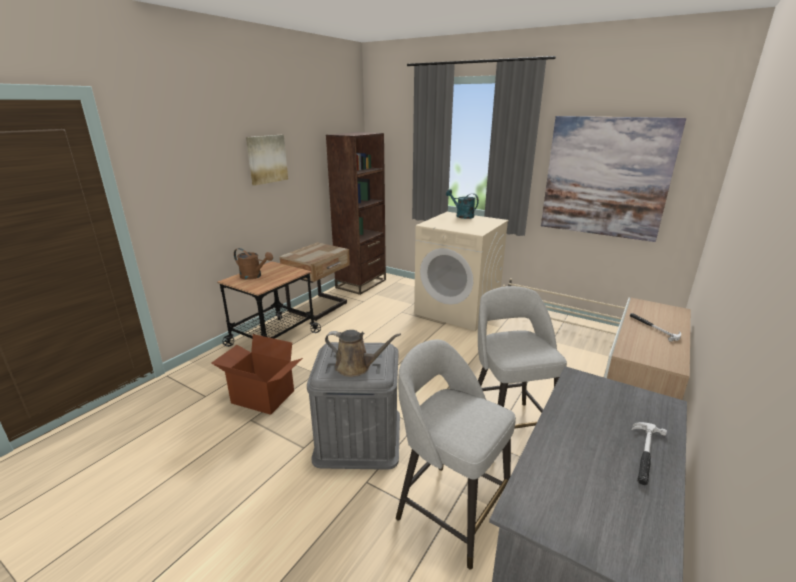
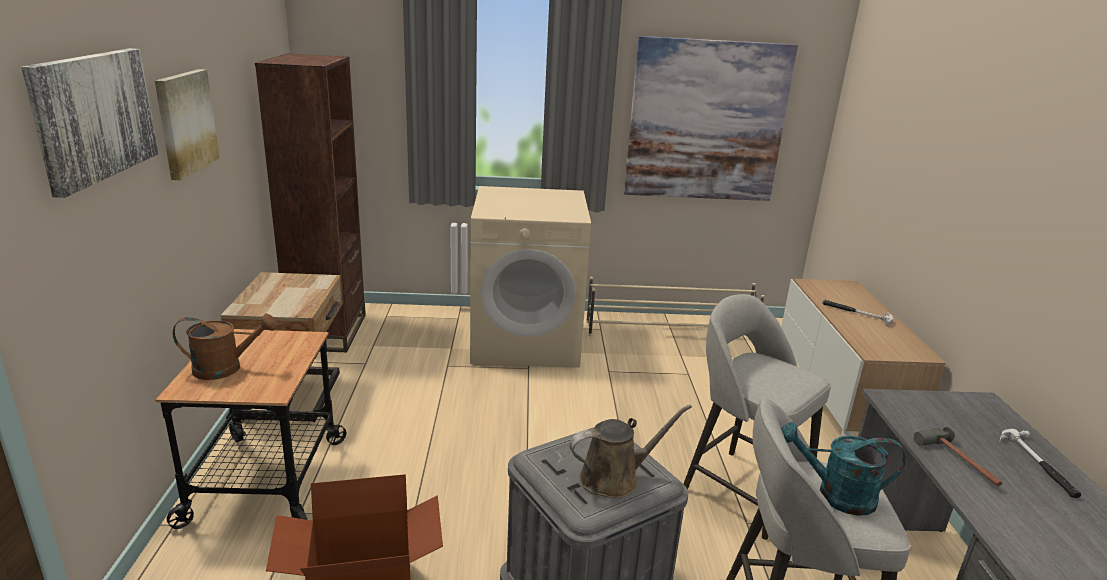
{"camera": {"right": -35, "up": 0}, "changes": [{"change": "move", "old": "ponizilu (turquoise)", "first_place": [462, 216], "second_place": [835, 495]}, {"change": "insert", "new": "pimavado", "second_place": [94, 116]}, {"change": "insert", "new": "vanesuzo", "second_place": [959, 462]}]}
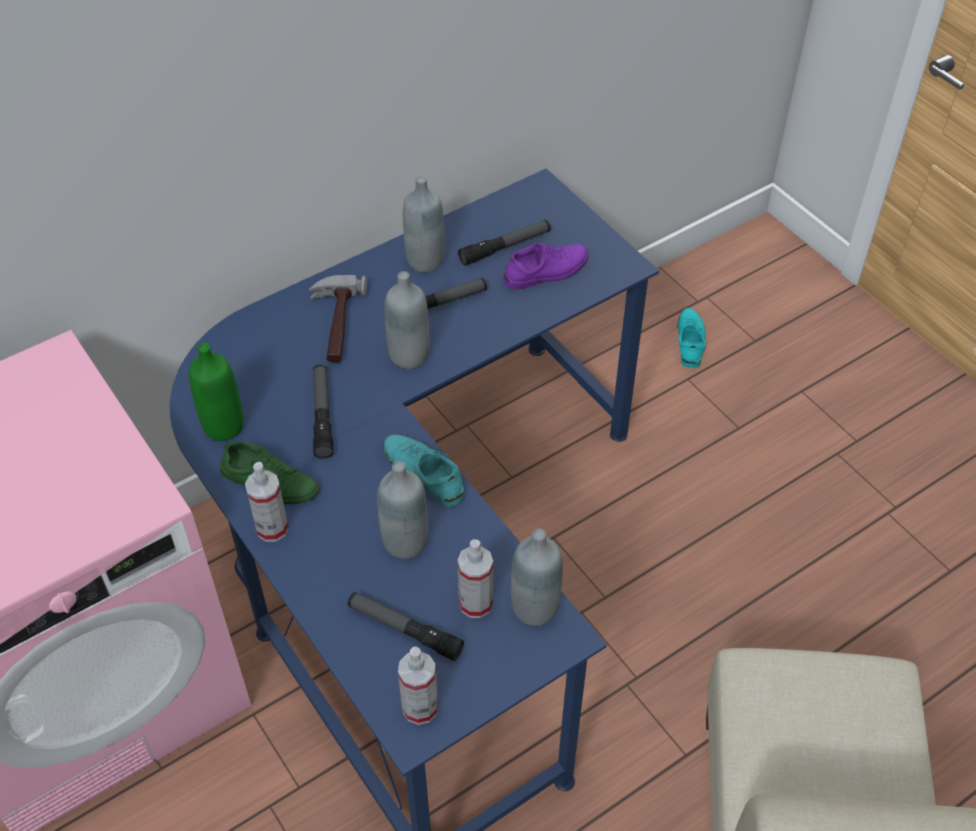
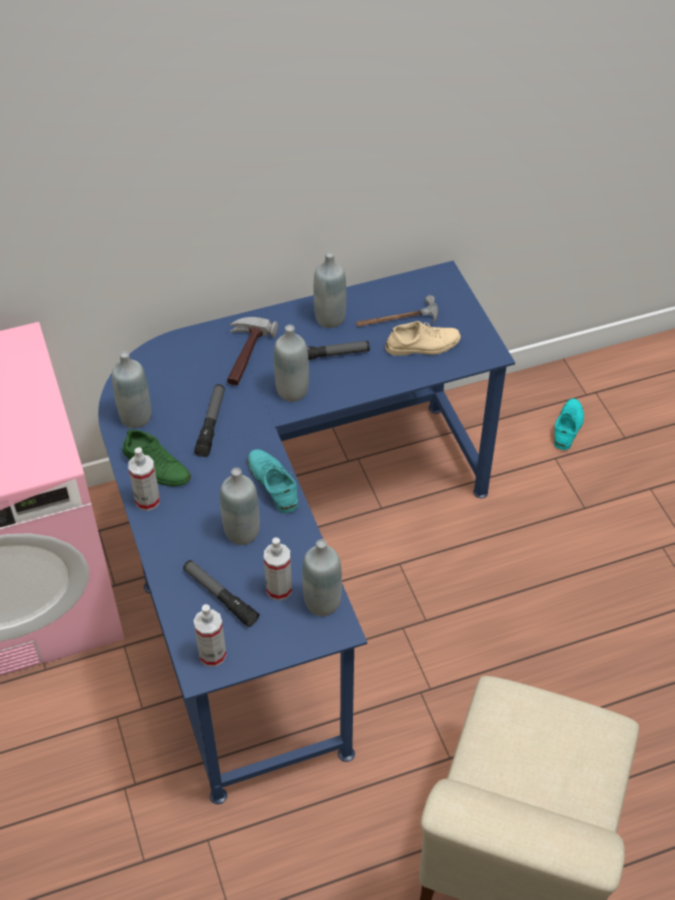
{"camera": {"right": 15, "up": 0}, "changes": [{"change": "recolor", "old": "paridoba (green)", "new": "paridoba (grey)", "first_place": [223, 426], "second_place": [135, 417]}, {"change": "replace", "old": "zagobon", "new": "vanesuzo", "first_place": [505, 247], "second_place": [397, 319]}, {"change": "recolor", "old": "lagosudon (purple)", "new": "lagosudon (beige)", "first_place": [546, 271], "second_place": [423, 345]}]}
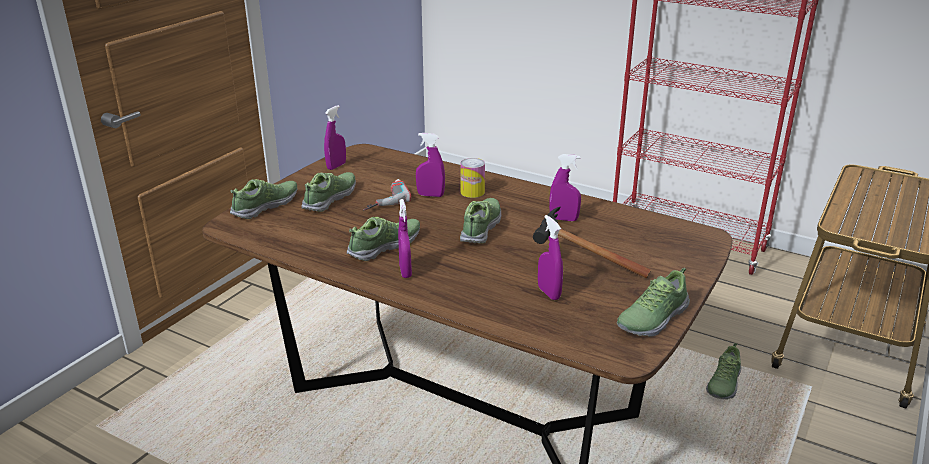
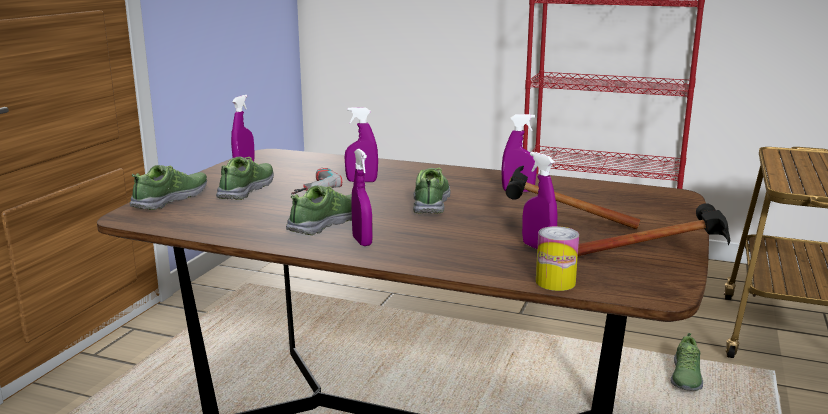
{"camera": {"right": -10, "up": -10}, "changes": [{"change": "move", "old": "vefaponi", "first_place": [472, 192], "second_place": [555, 282]}, {"change": "replace", "old": "lagosudon", "new": "vanesuzo", "first_place": [651, 318], "second_place": [665, 260]}]}
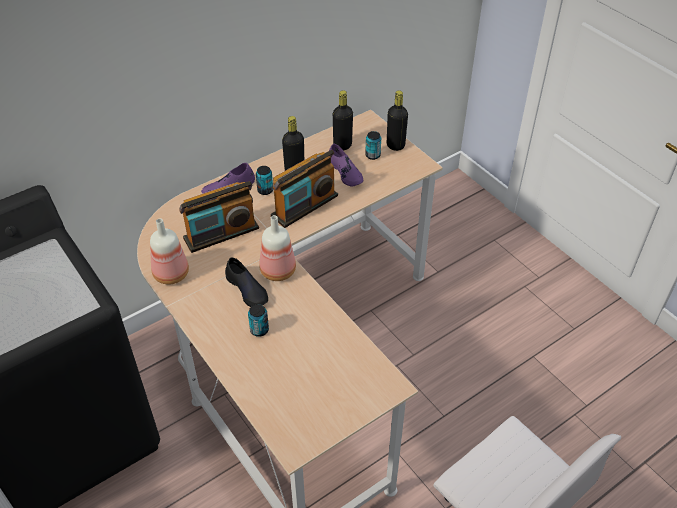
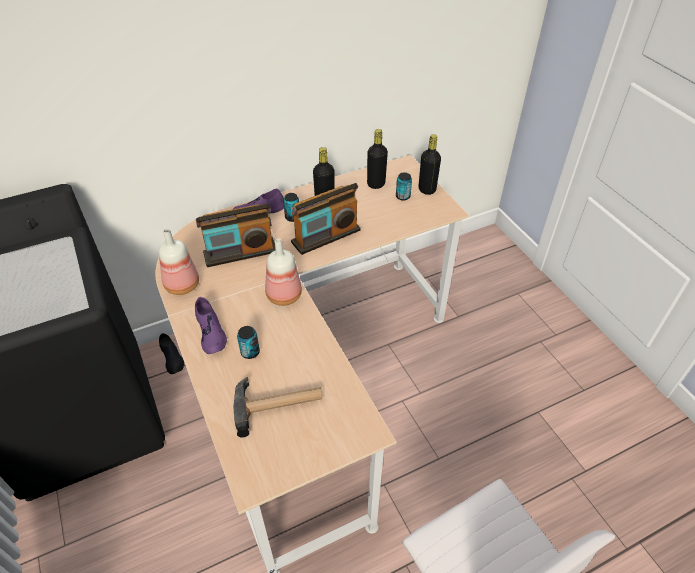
{"camera": {"right": 10, "up": 0}, "changes": [{"change": "move", "old": "lagosudon (black)", "first_place": [247, 289], "second_place": [172, 358]}, {"change": "move", "old": "lagosudon (purple)", "first_place": [345, 172], "second_place": [211, 332]}, {"change": "insert", "new": "vanesuzo", "second_place": [278, 404]}]}
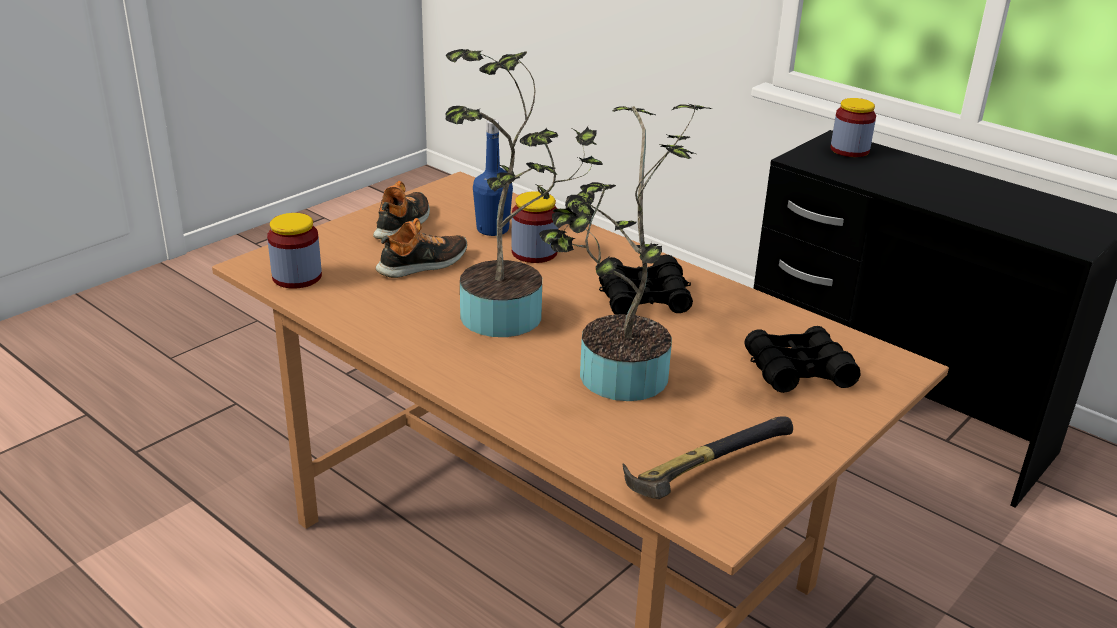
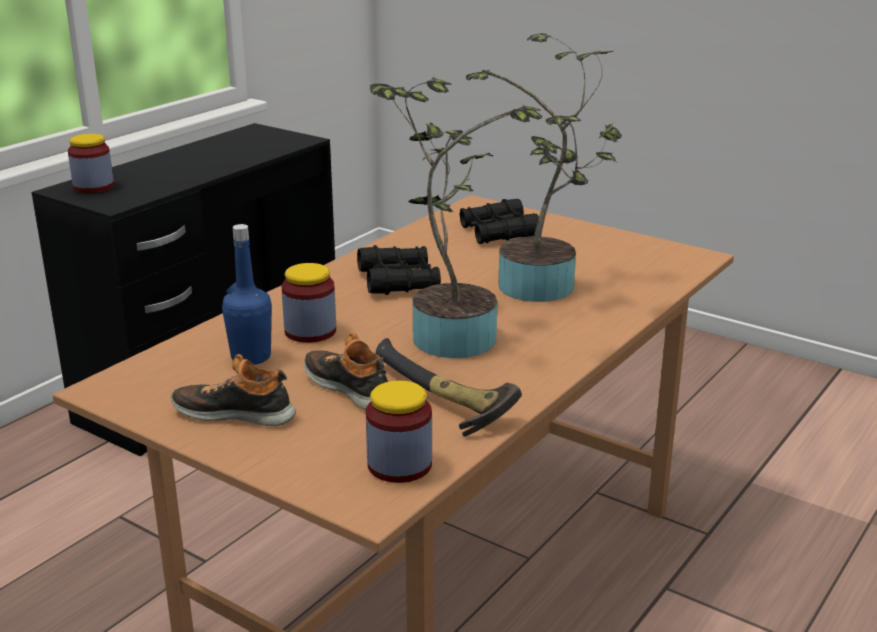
{"camera": {"right": -95, "up": -5}, "changes": [{"change": "move", "old": "vanesuzo", "first_place": [700, 470], "second_place": [437, 400]}]}
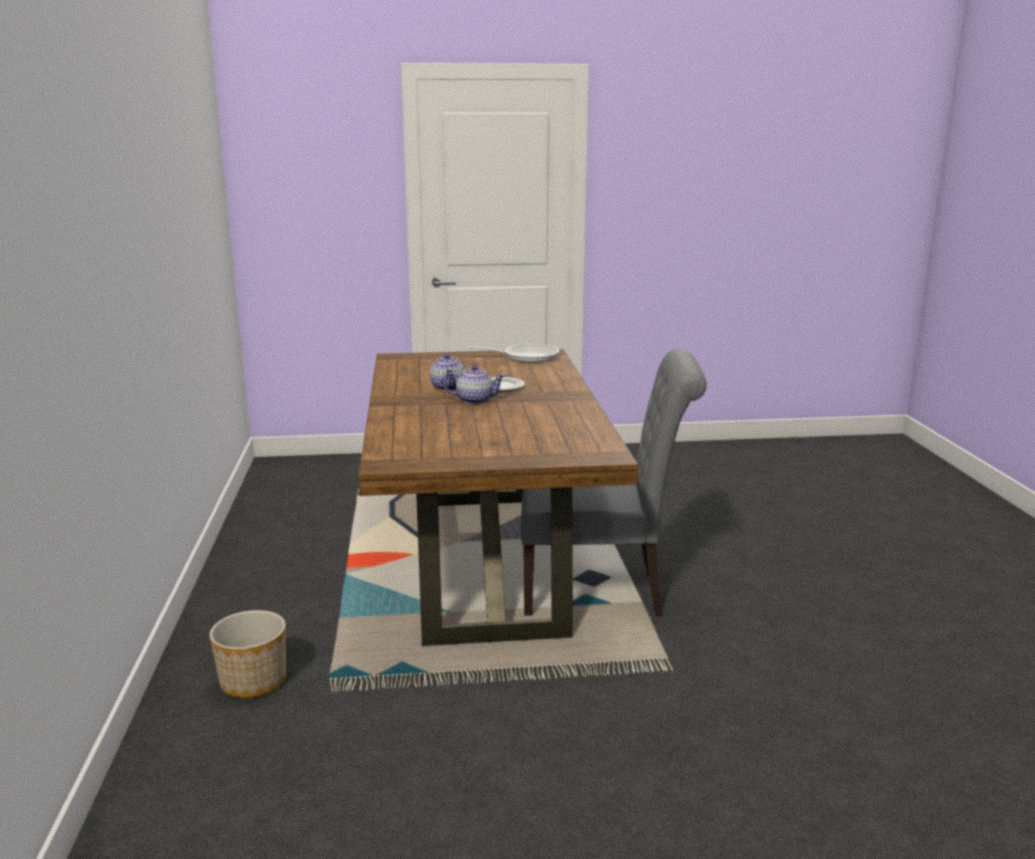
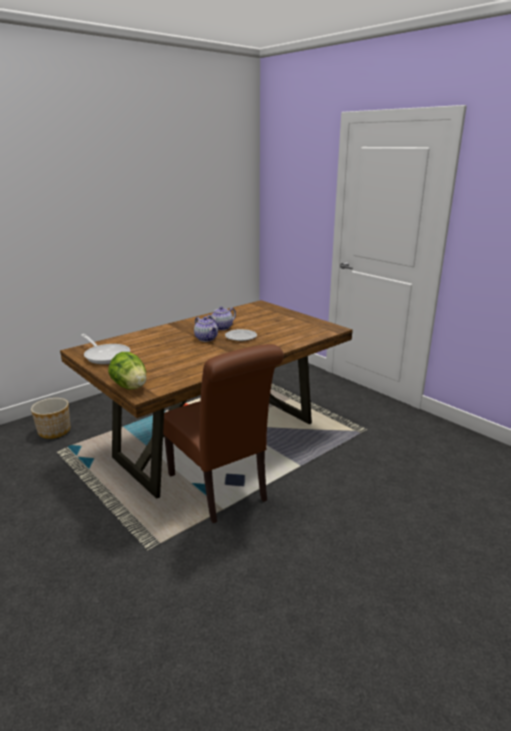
{"camera": {"right": 55, "up": 5}, "changes": [{"change": "move", "old": "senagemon", "first_place": [525, 357], "second_place": [106, 355]}, {"change": "recolor", "old": "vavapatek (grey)", "new": "vavapatek (brown)", "first_place": [602, 593], "second_place": [221, 490]}, {"change": "insert", "new": "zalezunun", "second_place": [130, 386]}]}
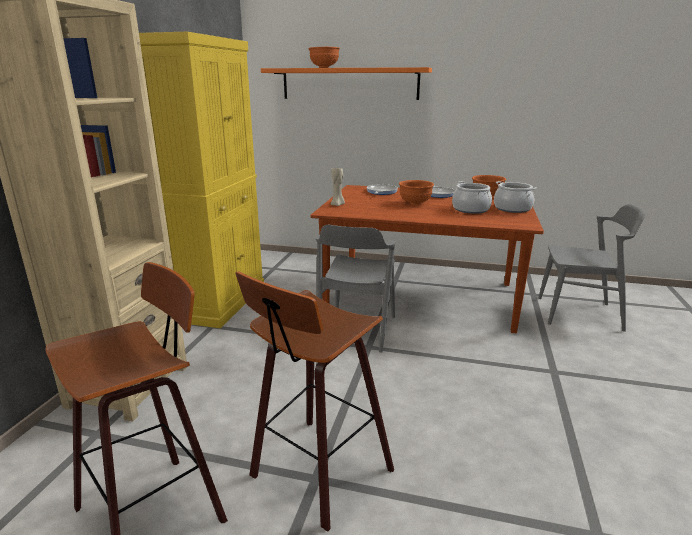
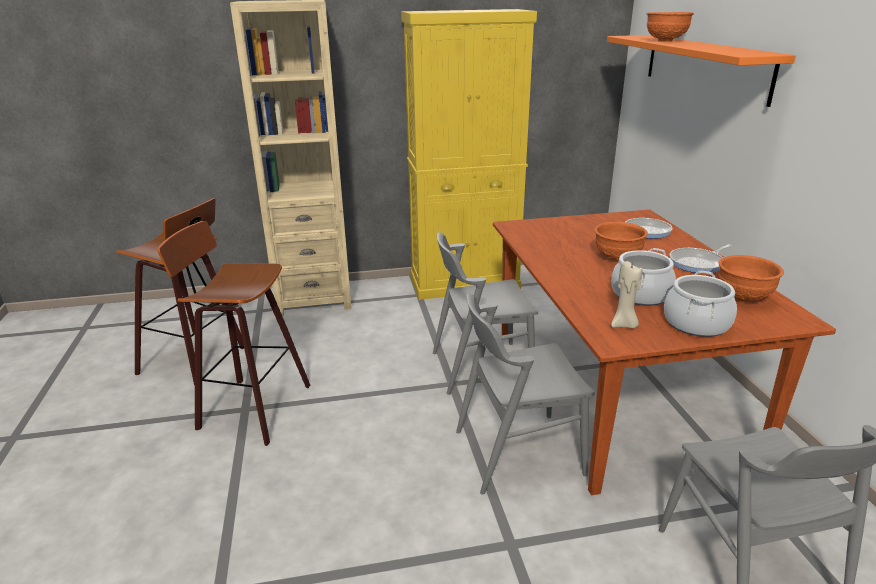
{"camera": {"right": 65, "up": 5}, "changes": [{"change": "move", "old": "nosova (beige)", "first_place": [337, 205], "second_place": [624, 325]}, {"change": "insert", "new": "vavapatek (grey)", "second_place": [517, 452]}]}
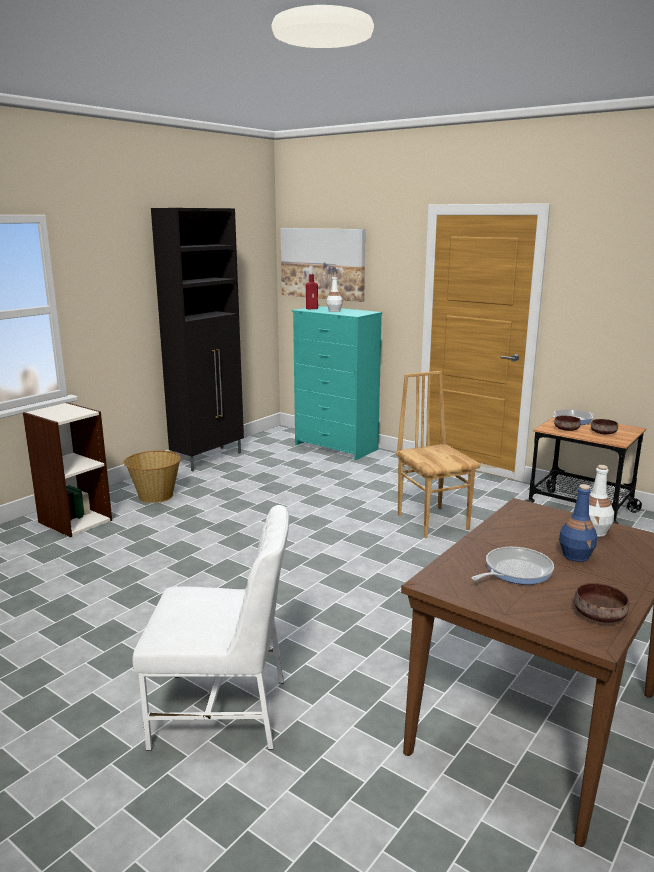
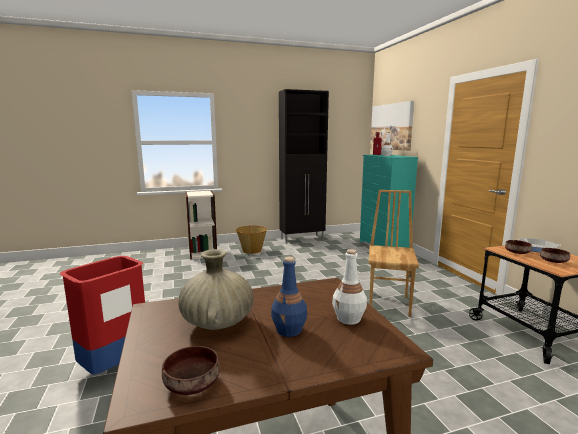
{"camera": {"right": 35, "up": -5}, "changes": [{"change": "replace", "old": "vavapatek (white)", "new": "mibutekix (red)", "first_place": [223, 712], "second_place": [115, 366]}, {"change": "replace", "old": "senagemon", "new": "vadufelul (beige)", "first_place": [515, 571], "second_place": [217, 322]}]}
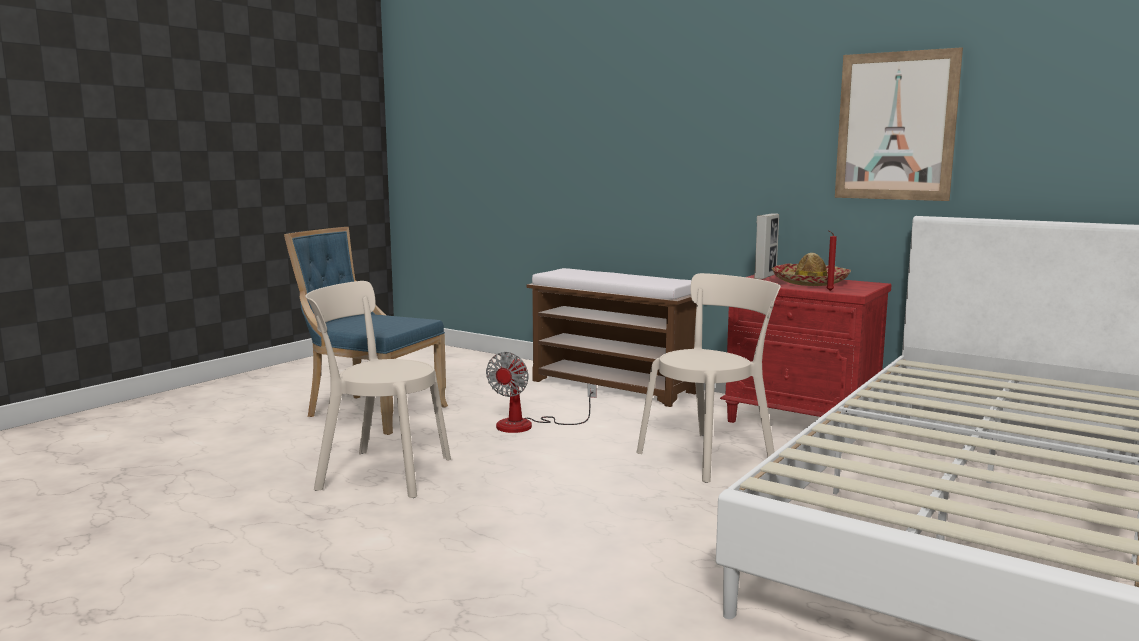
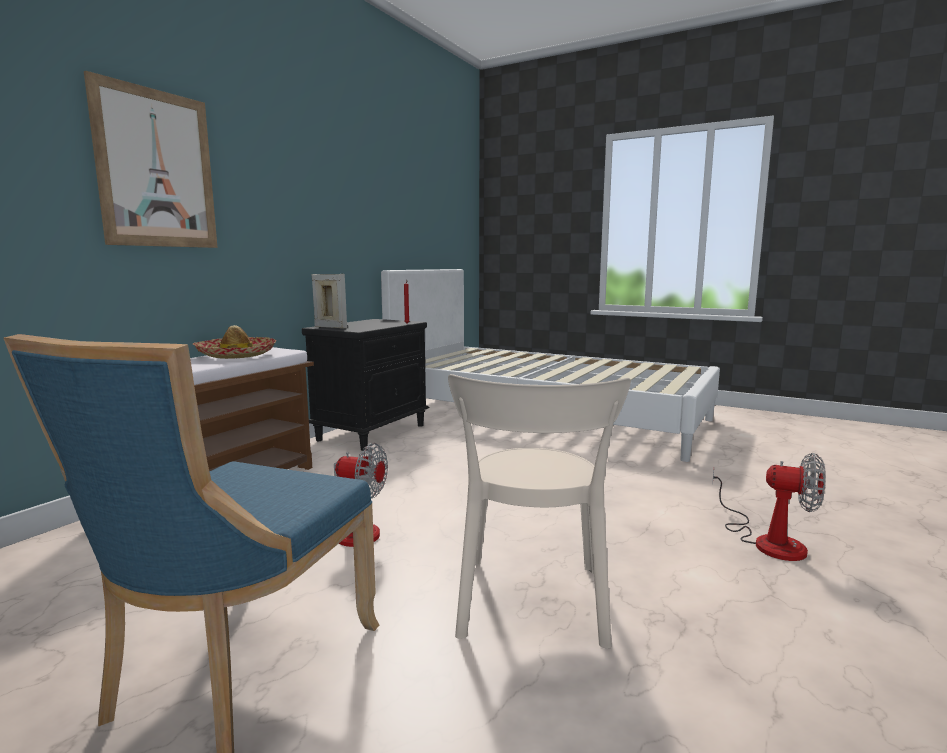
{"camera": {"right": -95, "up": 0}, "changes": [{"change": "delete", "old": "vavapatek (beige)", "first_place": [709, 455]}, {"change": "recolor", "old": "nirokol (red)", "new": "nirokol (black)", "first_place": [802, 422], "second_place": [372, 432]}, {"change": "move", "old": "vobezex", "first_place": [810, 282], "second_place": [236, 355]}, {"change": "move", "old": "pimavado", "first_place": [895, 126], "second_place": [156, 169]}, {"change": "insert", "new": "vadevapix", "second_place": [767, 540]}]}
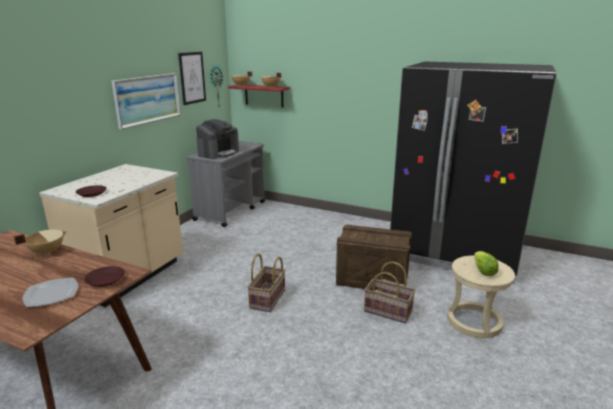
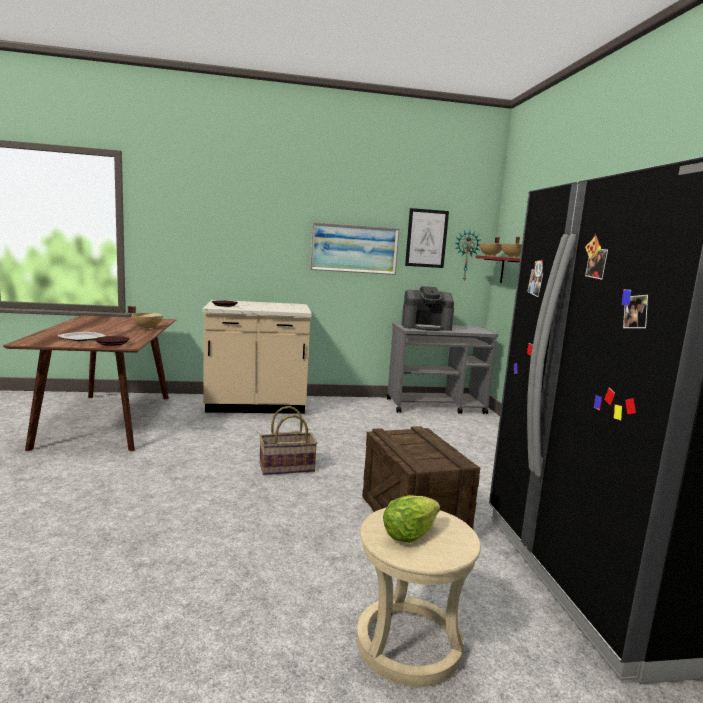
{"camera": {"right": 55, "up": -10}, "changes": [{"change": "delete", "old": "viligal", "first_place": [388, 311]}]}
